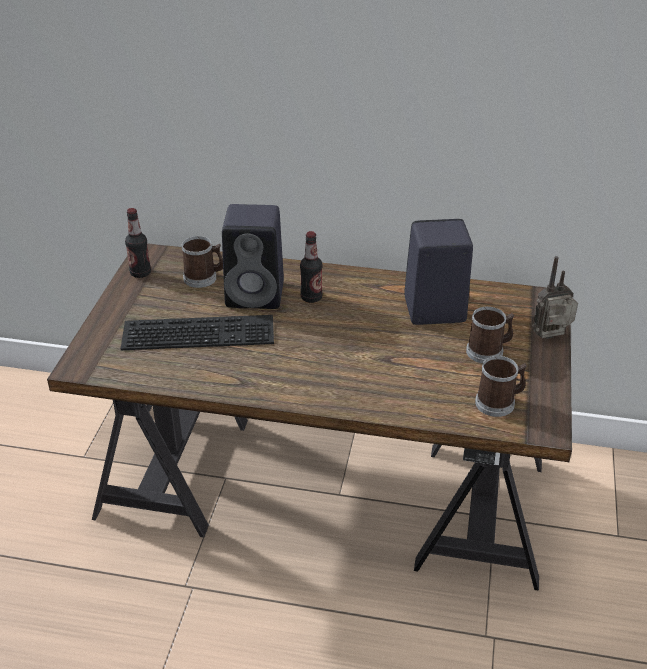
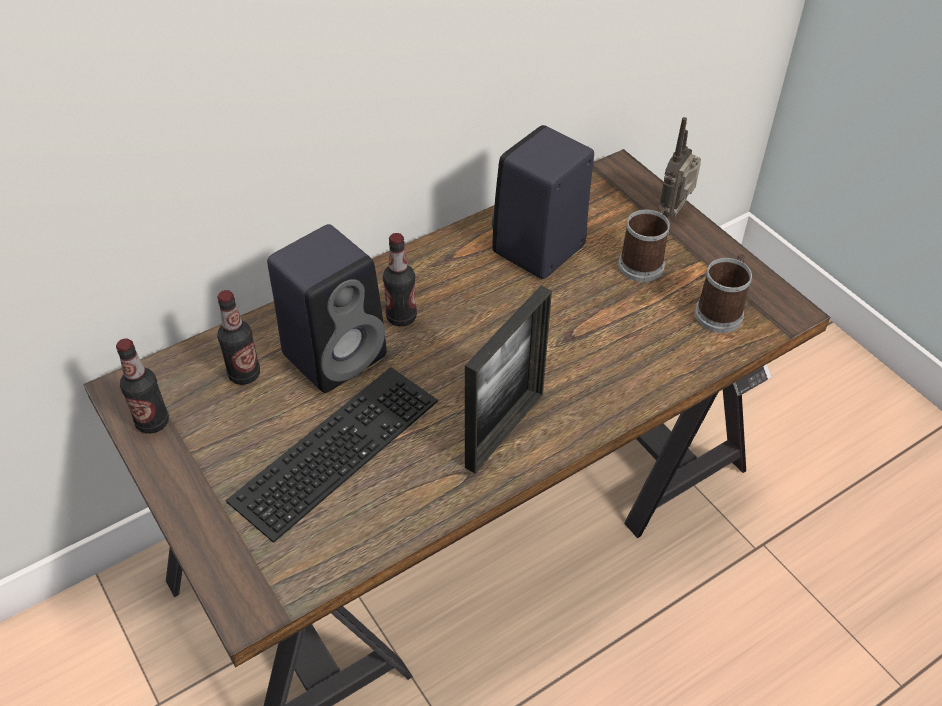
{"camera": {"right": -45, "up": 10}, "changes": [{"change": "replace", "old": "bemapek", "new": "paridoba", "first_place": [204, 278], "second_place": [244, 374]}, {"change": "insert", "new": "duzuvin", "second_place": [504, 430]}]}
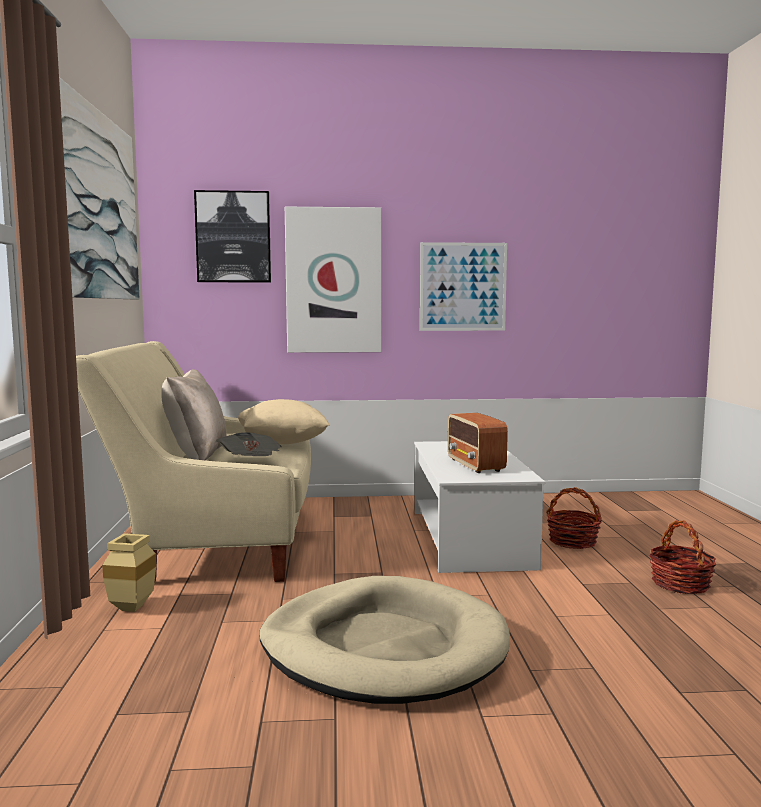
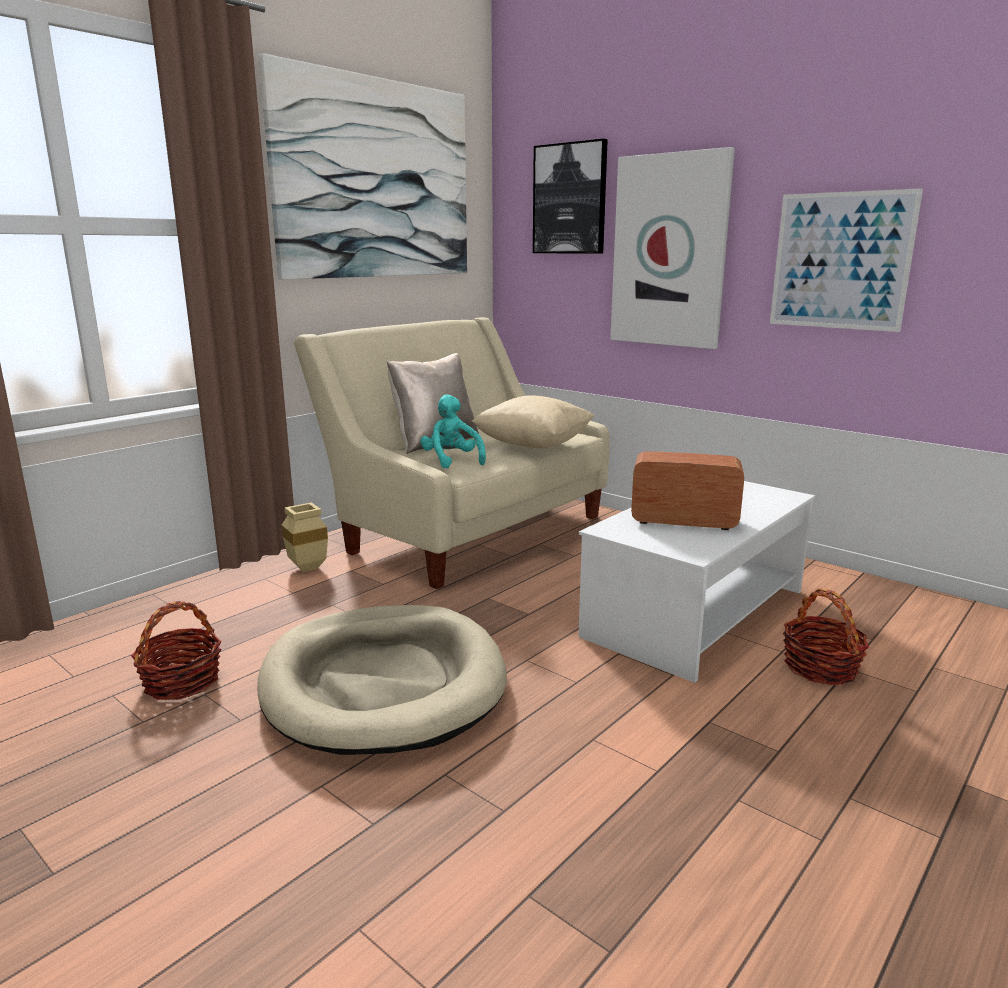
{"camera": {"right": 45, "up": 10}, "changes": [{"change": "replace", "old": "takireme", "new": "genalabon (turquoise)", "first_place": [251, 463], "second_place": [451, 461]}, {"change": "rotate", "old": "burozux", "first_place": [475, 465], "second_place": [682, 521], "degrees": 75}, {"change": "move", "old": "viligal", "first_place": [680, 584], "second_place": [182, 681]}]}
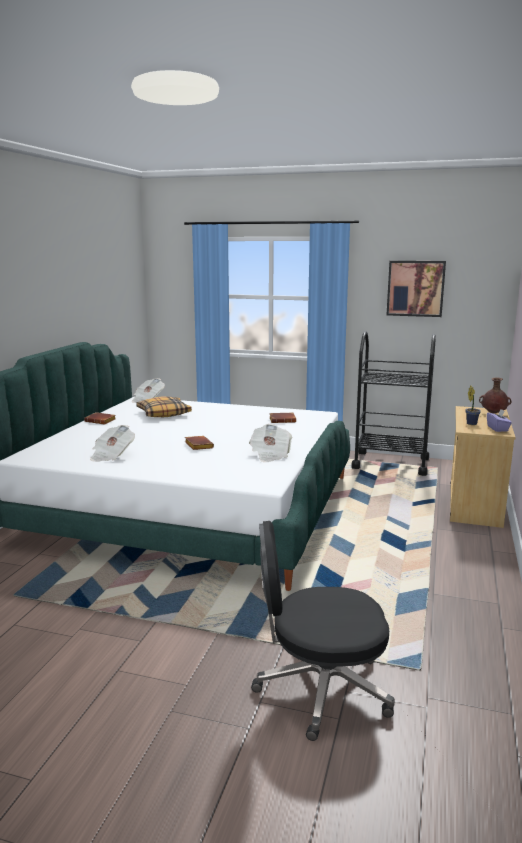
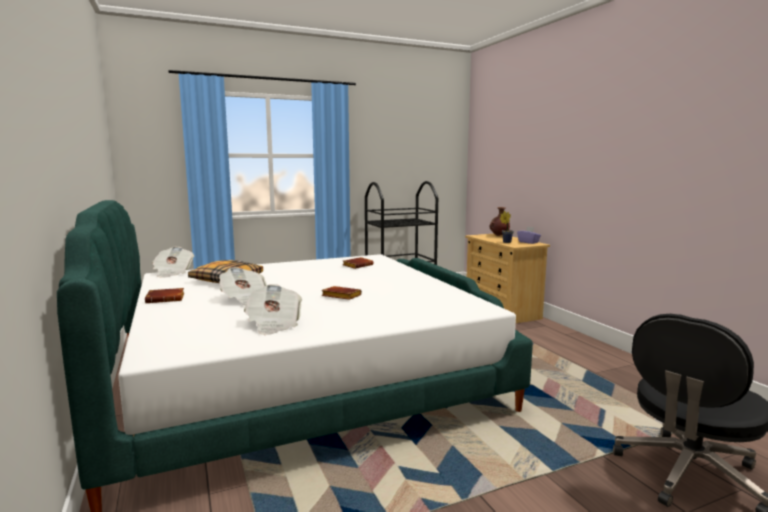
{"camera": {"right": -40, "up": -5}, "changes": [{"change": "move", "old": "takireme", "first_place": [270, 455], "second_place": [245, 299]}, {"change": "delete", "old": "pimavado", "first_place": [415, 288]}]}
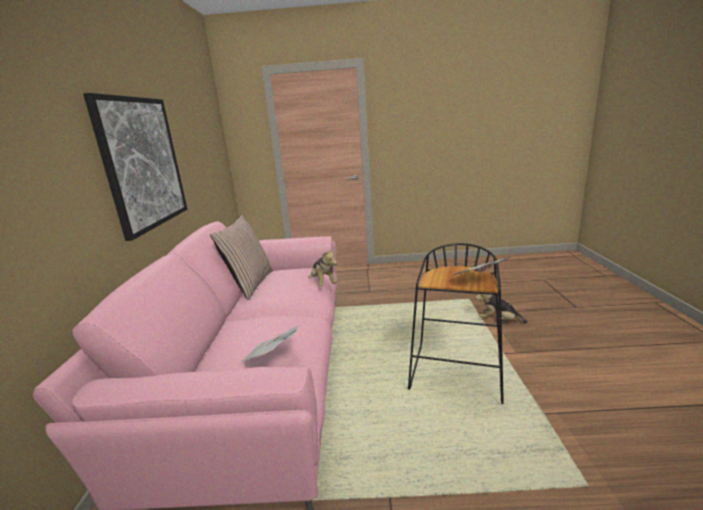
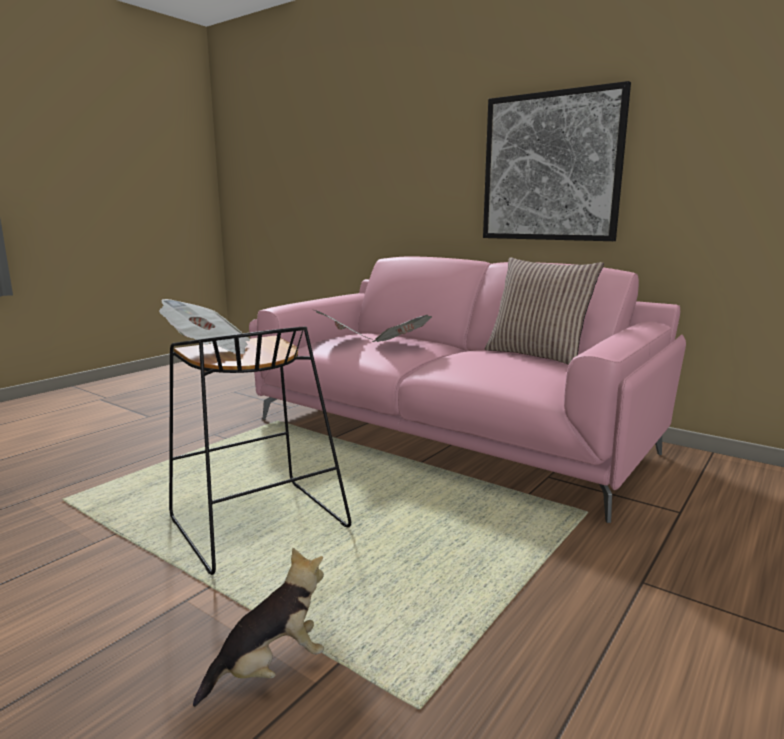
{"camera": {"right": 125, "up": -5}, "changes": [{"change": "delete", "old": "genalabon", "first_place": [323, 283]}, {"change": "insert", "new": "takireme", "second_place": [401, 345]}]}
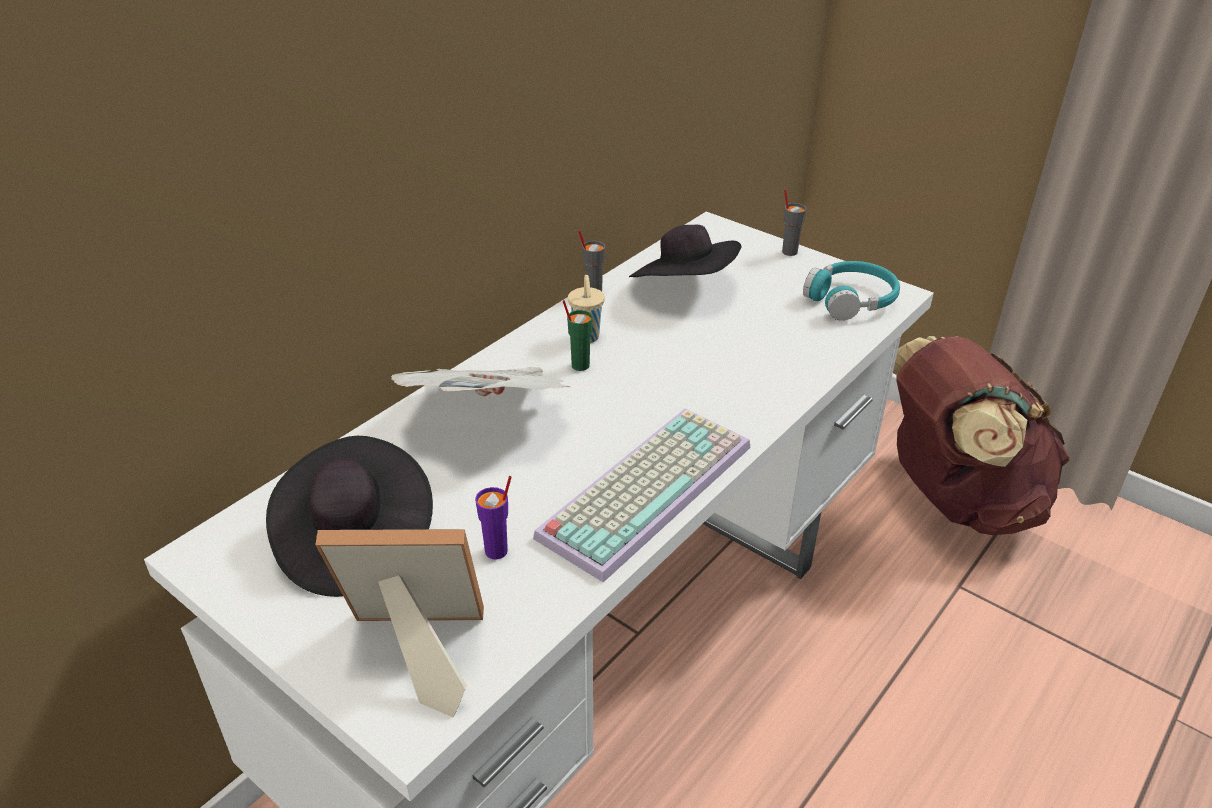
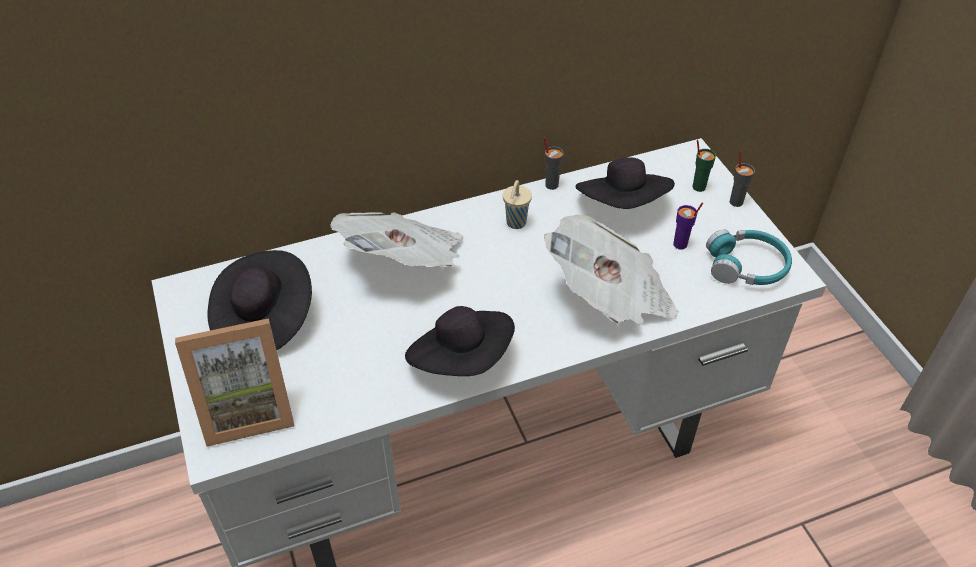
{"camera": {"right": 30, "up": 10}, "changes": [{"change": "rotate", "old": "duzuvin", "first_place": [415, 653], "second_place": [246, 408], "degrees": 135}, {"change": "move", "old": "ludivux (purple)", "first_place": [497, 551], "second_place": [680, 244]}, {"change": "replace", "old": "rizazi", "new": "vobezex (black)", "first_place": [645, 487], "second_place": [462, 359]}, {"change": "move", "old": "ludivux (green)", "first_place": [579, 365], "second_place": [698, 187]}, {"change": "delete", "old": "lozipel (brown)", "first_place": [955, 499]}, {"change": "insert", "new": "takireme", "second_place": [610, 296]}]}
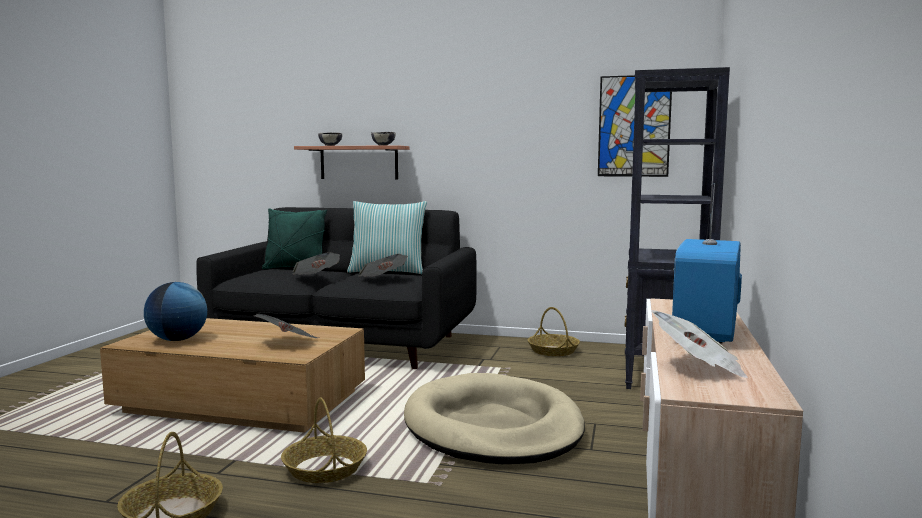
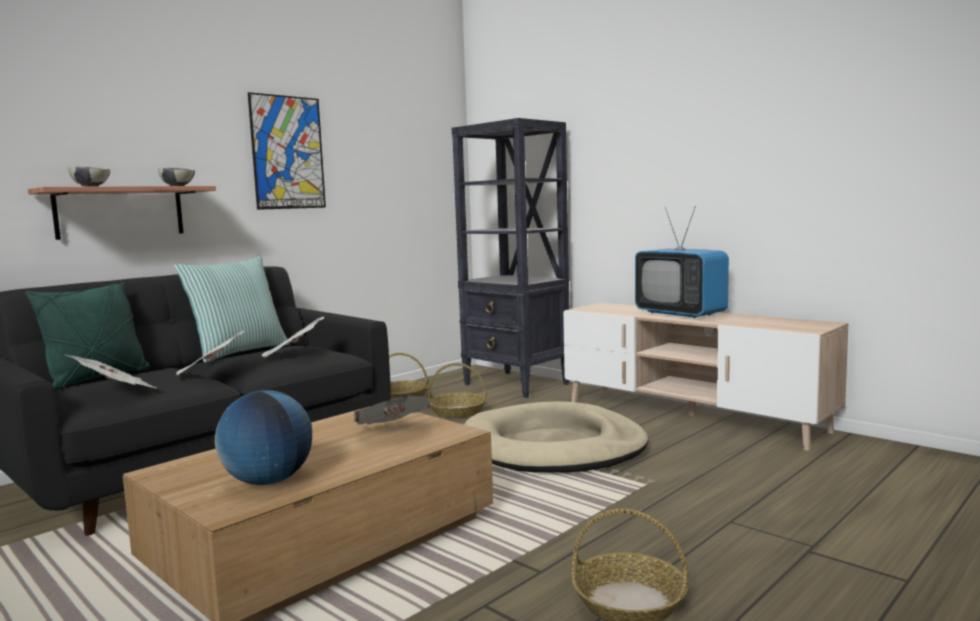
{"camera": {"right": -60, "up": 0}, "changes": [{"change": "move", "old": "viligal", "first_place": [325, 469], "second_place": [458, 411]}, {"change": "move", "old": "pimavado", "first_place": [634, 126], "second_place": [288, 152]}, {"change": "move", "old": "takireme", "first_place": [699, 368], "second_place": [116, 393]}]}
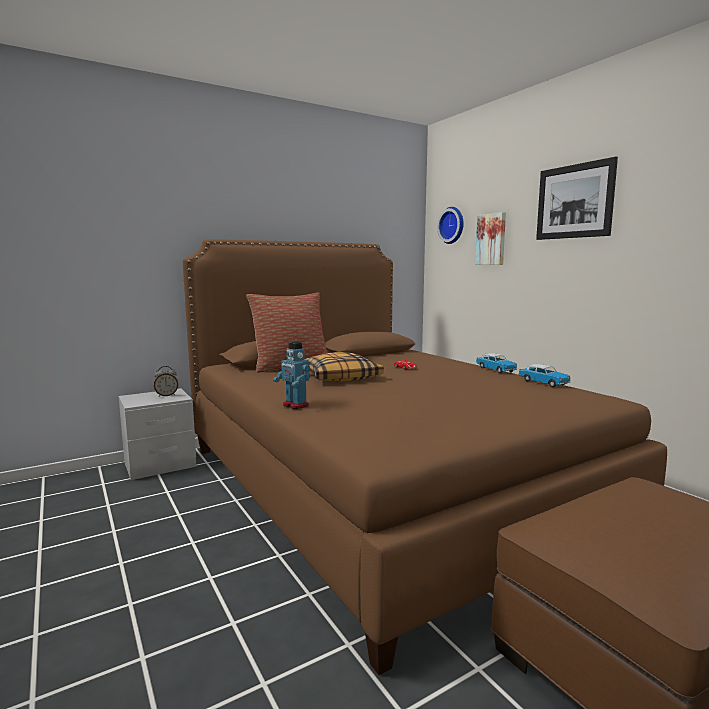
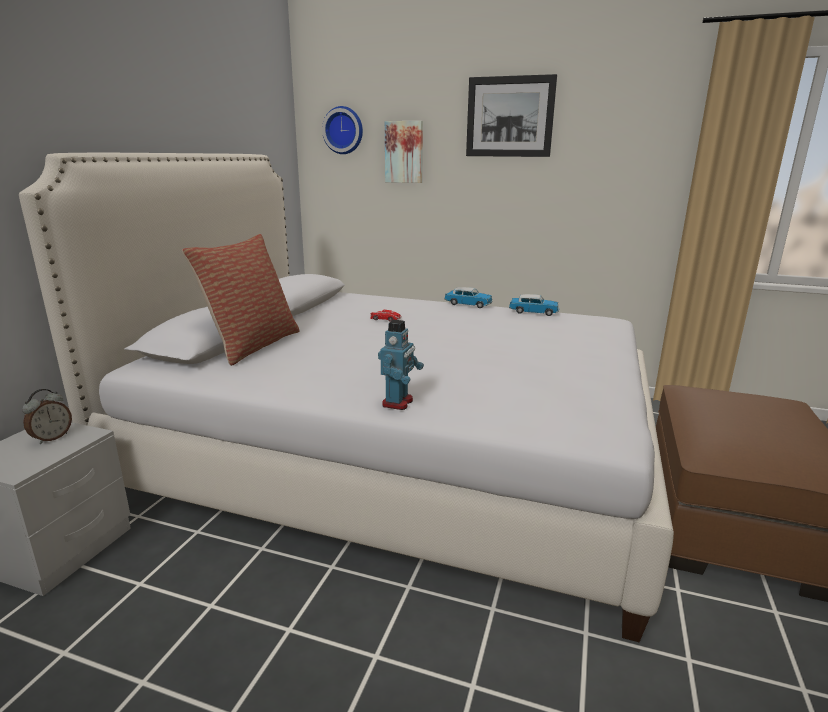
{"camera": {"right": -40, "up": 10}, "changes": [{"change": "recolor", "old": "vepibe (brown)", "new": "vepibe (white)", "first_place": [381, 484], "second_place": [396, 459]}, {"change": "rotate", "old": "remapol", "first_place": [295, 405], "second_place": [398, 403], "degrees": -75}, {"change": "delete", "old": "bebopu", "first_place": [340, 377]}]}
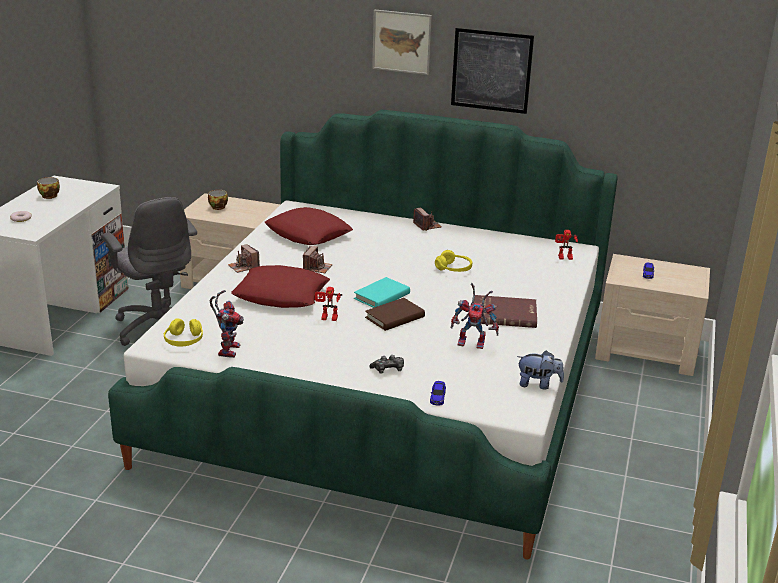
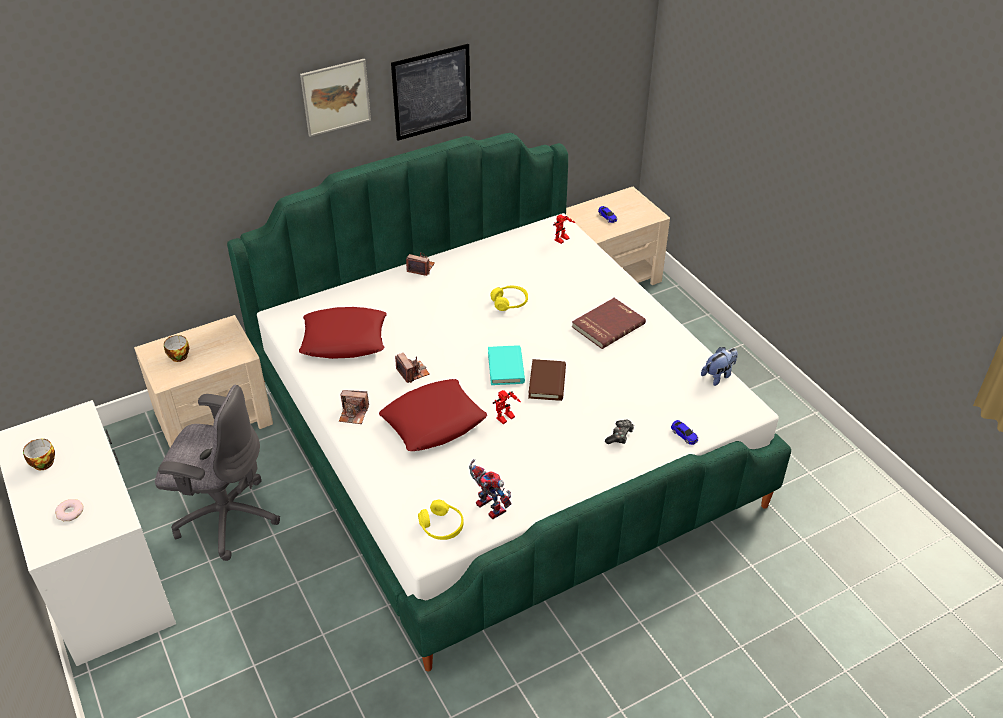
{"camera": {"right": -45, "up": 15}, "changes": [{"change": "delete", "old": "remapol", "first_place": [474, 342]}]}
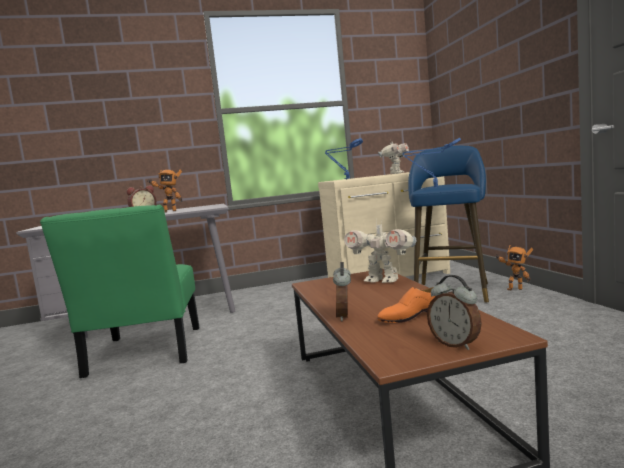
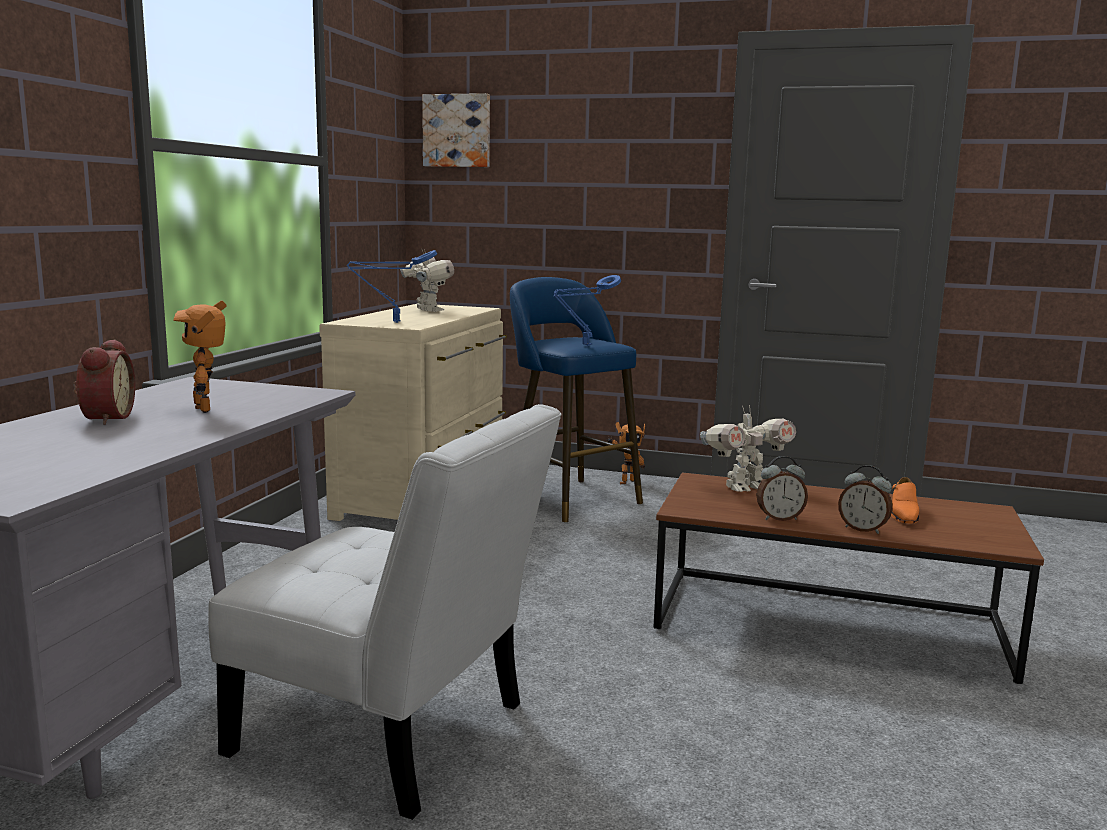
{"camera": {"right": -60, "up": 5}, "changes": [{"change": "recolor", "old": "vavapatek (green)", "new": "vavapatek (white)", "first_place": [144, 354], "second_place": [392, 735]}, {"change": "rotate", "old": "remapol", "first_place": [169, 211], "second_place": [207, 409], "degrees": 135}, {"change": "move", "old": "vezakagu", "first_place": [456, 344], "second_place": [779, 518]}, {"change": "insert", "new": "pimavado", "second_place": [457, 131]}]}
